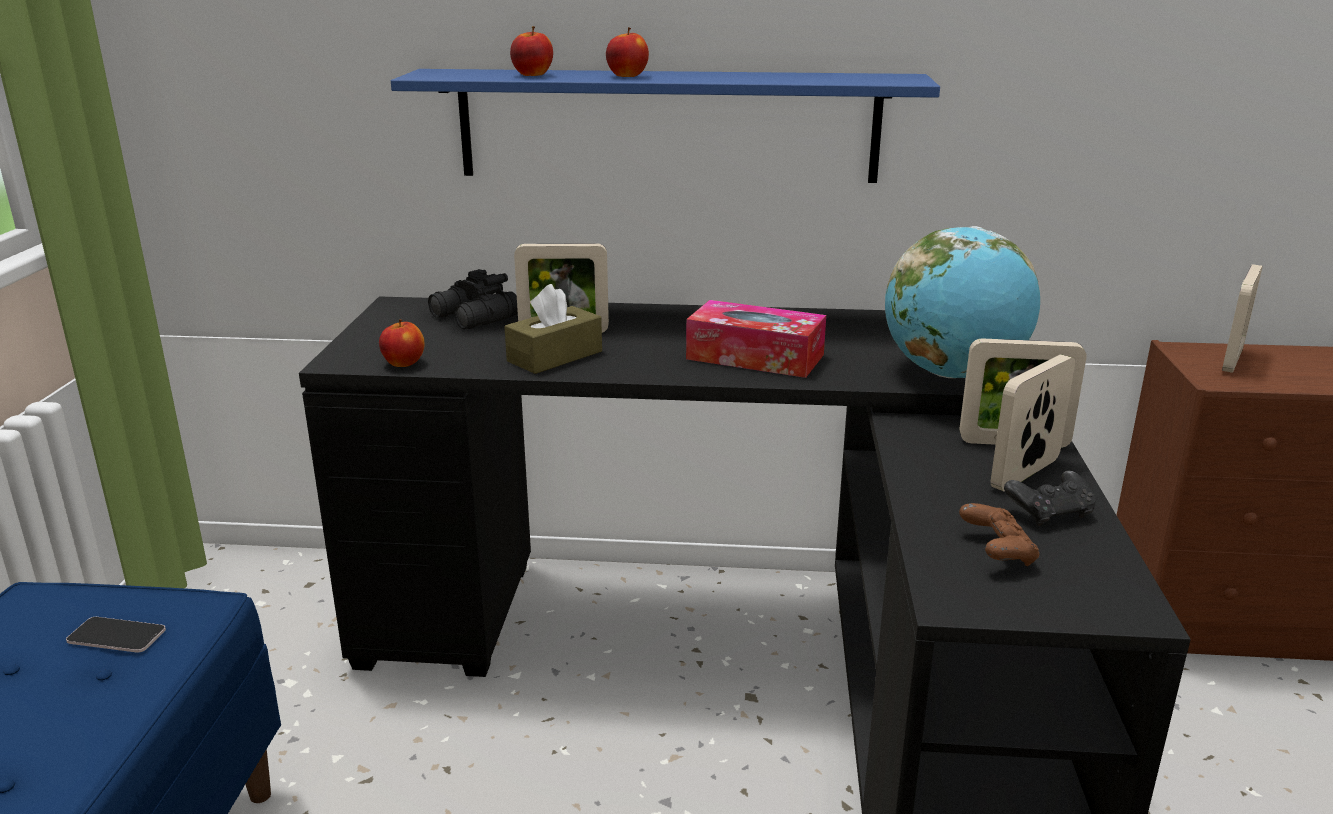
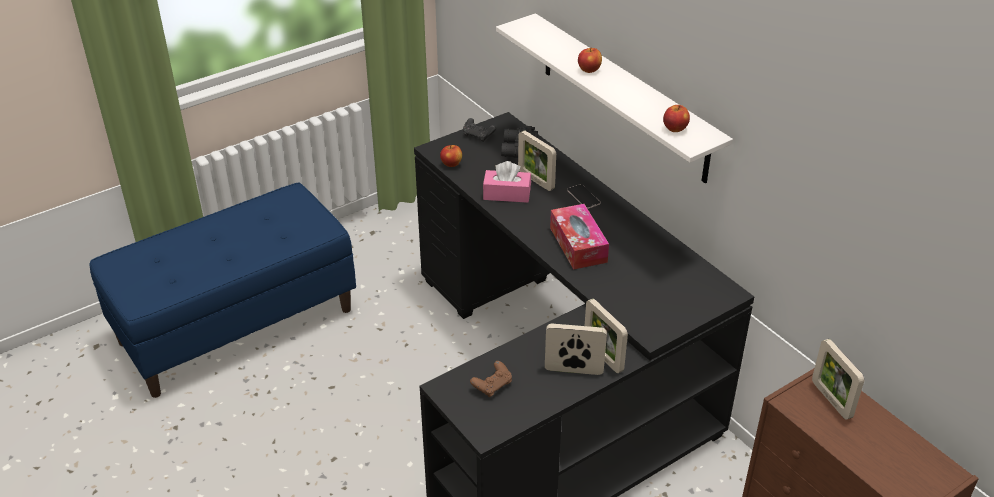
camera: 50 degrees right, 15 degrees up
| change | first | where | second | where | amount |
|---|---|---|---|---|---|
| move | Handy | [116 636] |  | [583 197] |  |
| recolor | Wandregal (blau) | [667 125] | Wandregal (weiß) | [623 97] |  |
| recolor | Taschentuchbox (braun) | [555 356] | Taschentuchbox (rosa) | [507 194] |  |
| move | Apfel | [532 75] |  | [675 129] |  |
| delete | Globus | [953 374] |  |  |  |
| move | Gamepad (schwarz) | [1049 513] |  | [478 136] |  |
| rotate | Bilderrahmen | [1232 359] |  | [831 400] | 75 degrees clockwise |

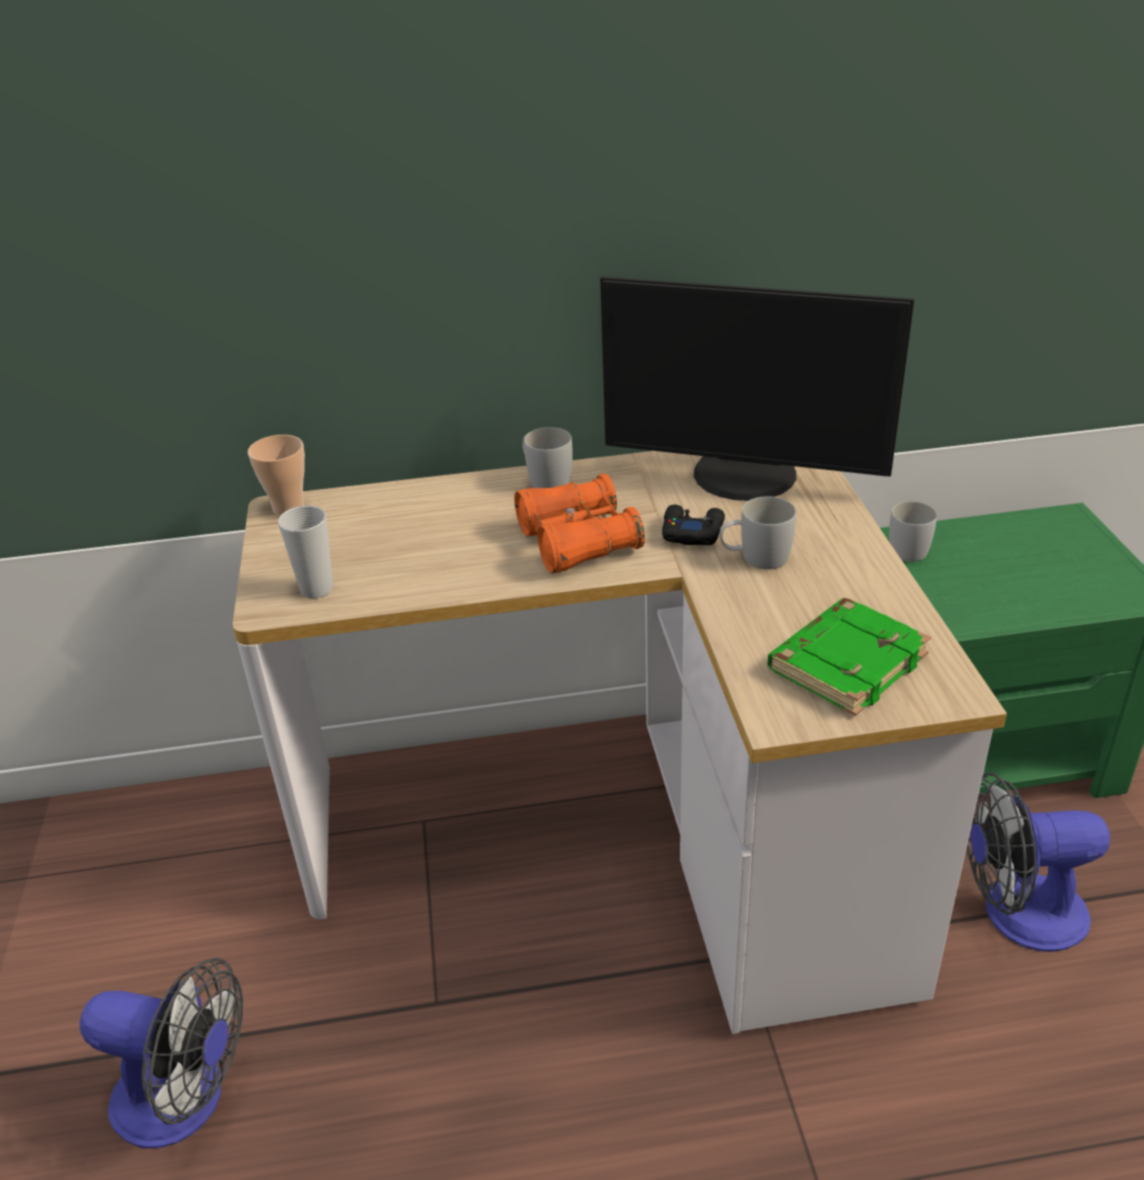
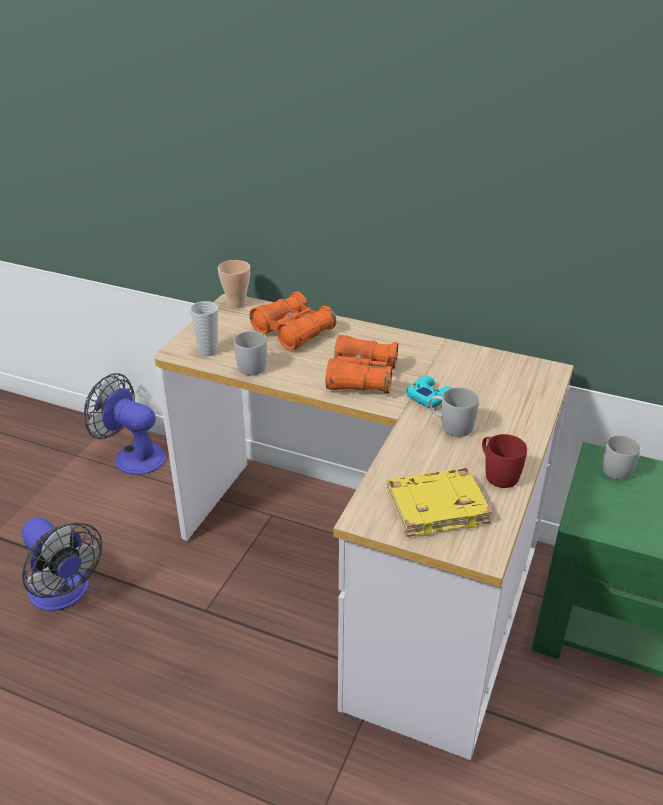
camera: 30 degrees right, 0 degrees up
| change | first | where | second | where | amount |
|---|---|---|---|---|---|
| move | Henkelbecher (weiß) | [544 479] |  | [252 365] |  |
| delete | Monitor | [744 477] |  |  |  |
| recolor | Gamepad (schwarz) | [692 532] | Gamepad (türkis) | [430 396] |  |
| recolor | Buch (grün) | [846 662] | Buch (gelb) | [437 506] |  |
| move | Ventilator | [1017 913] |  | [132 455] |  |
| insert |  |  | Fernglas (orange) | [293 332] |  |
| insert |  |  | Henkelbecher (rot) | [497 473] |  |

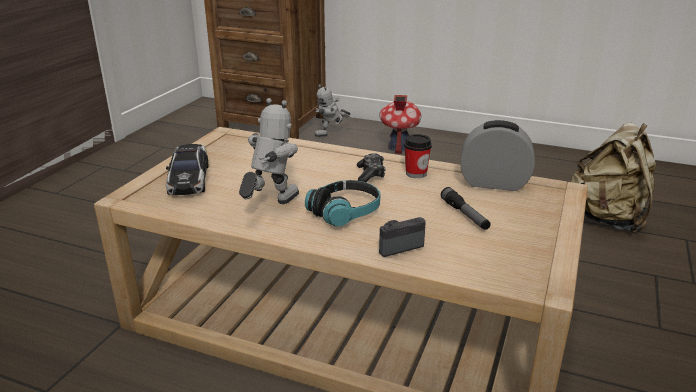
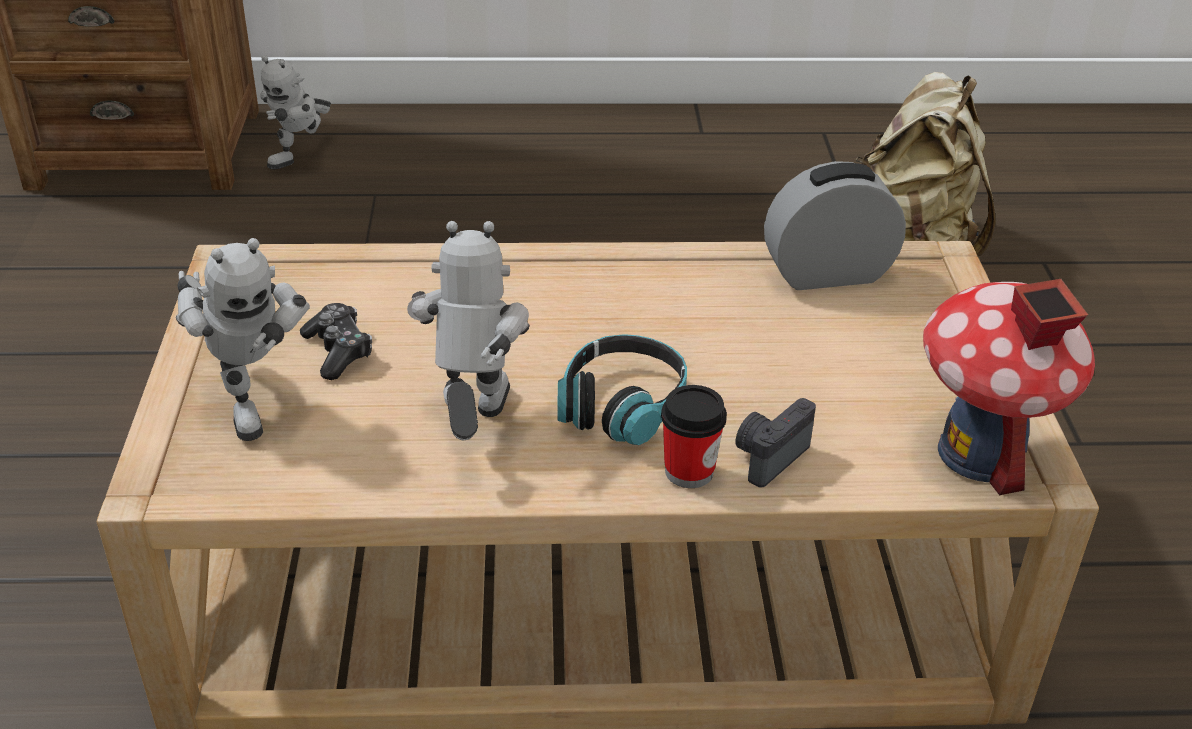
camera: 25 degrees left, 10 degrees up
| change | first | where | second | where | amount |
|---|---|---|---|---|---|
| replace | Spielzeugauto | [189 179] | Spielzeugroboter | [251 402] |  |
| move | Gamepad | [370 174] |  | [338 351] |  |
| move | Spielzeughaus | [398 147] |  | [980 454] |  |
| move | Tasse | [416 173] |  | [689 471] |  |
| delete | Taschenlampe | [464 215] |  |  |  |

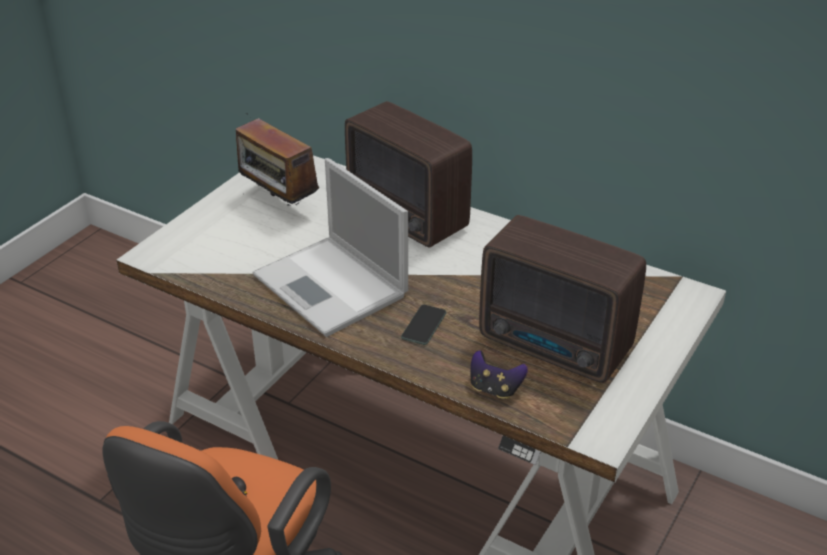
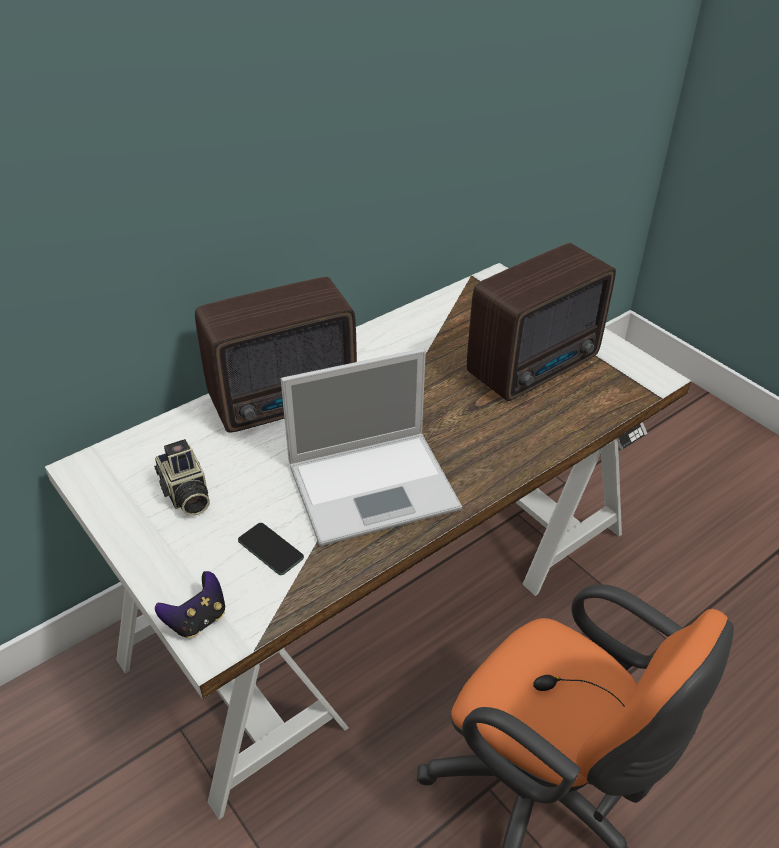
camera: 70 degrees left, 5 degrees up
| change | first | where | second | where | amount |
|---|---|---|---|---|---|
| replace | Radio | [278 204] | Kamera | [185 495] |  |
| move | Handy | [424 325] |  | [270 549] |  |
| move | Gamepad | [495 389] |  | [197 619] |  |

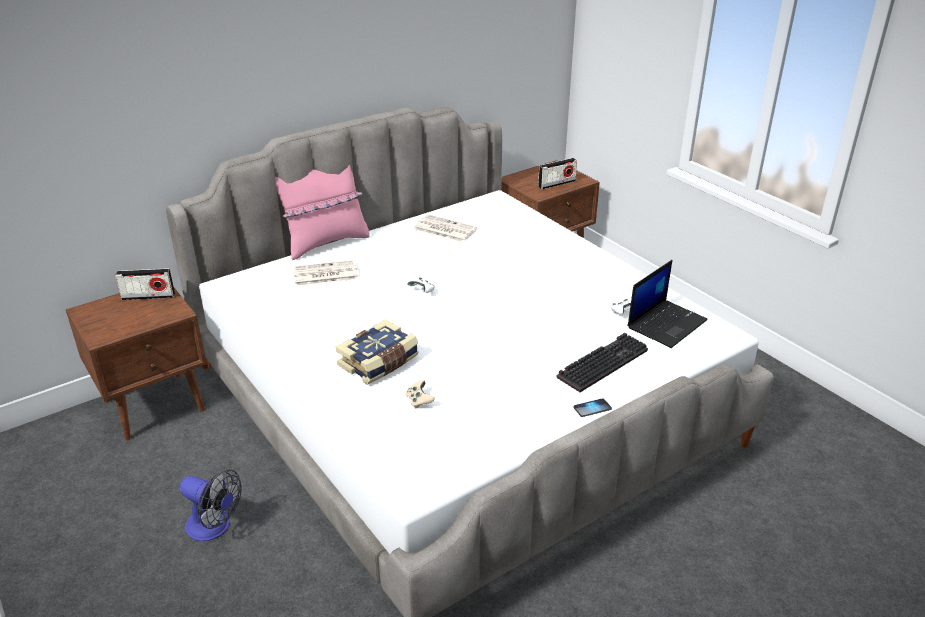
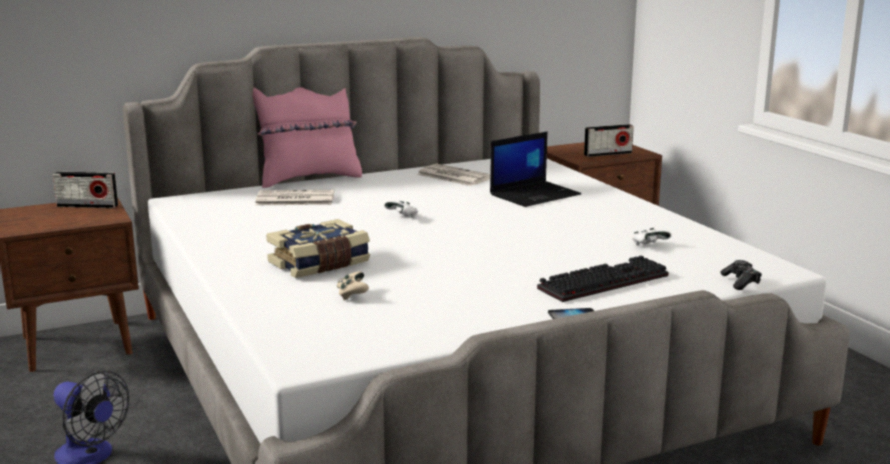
camera: 10 degrees right, 15 degrees down
| change | first | where | second | where | amount |
|---|---|---|---|---|---|
| move | Laptop | [666 323] |  | [535 194] |  |
| insert |  |  | Gamepad | [741 282] |  |

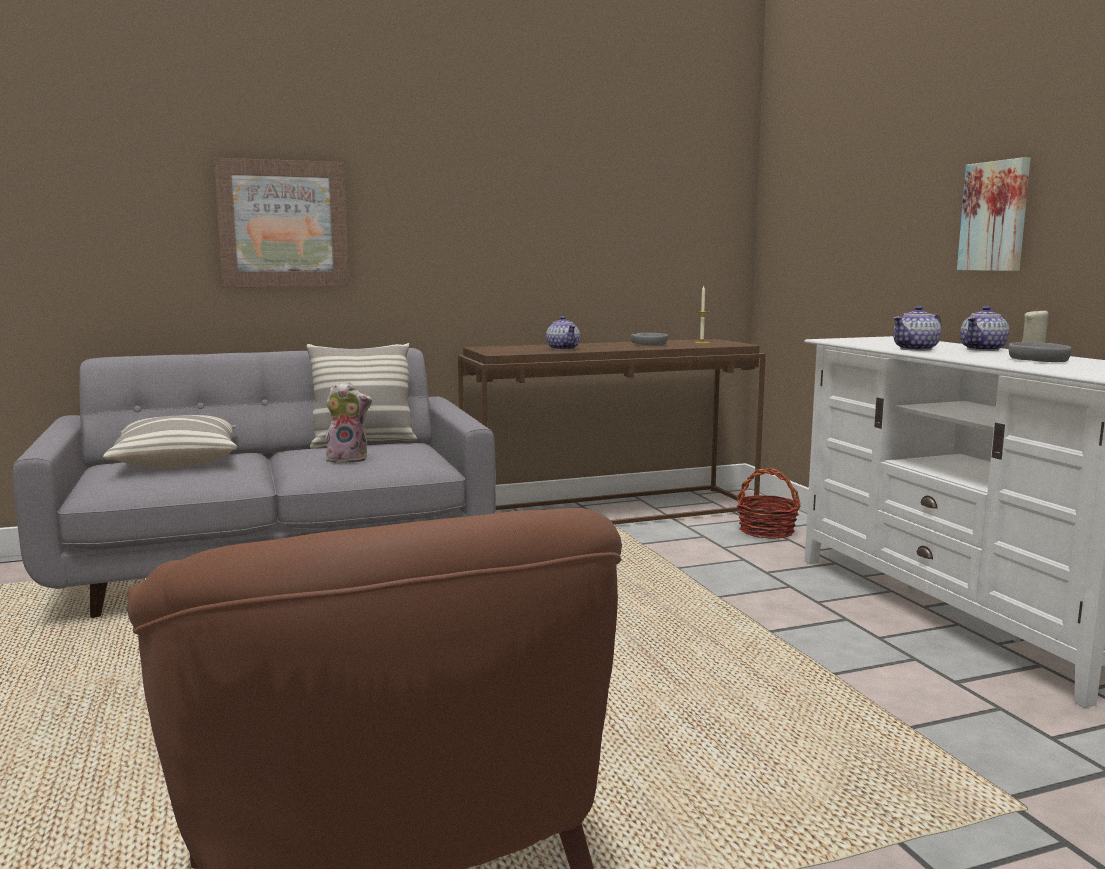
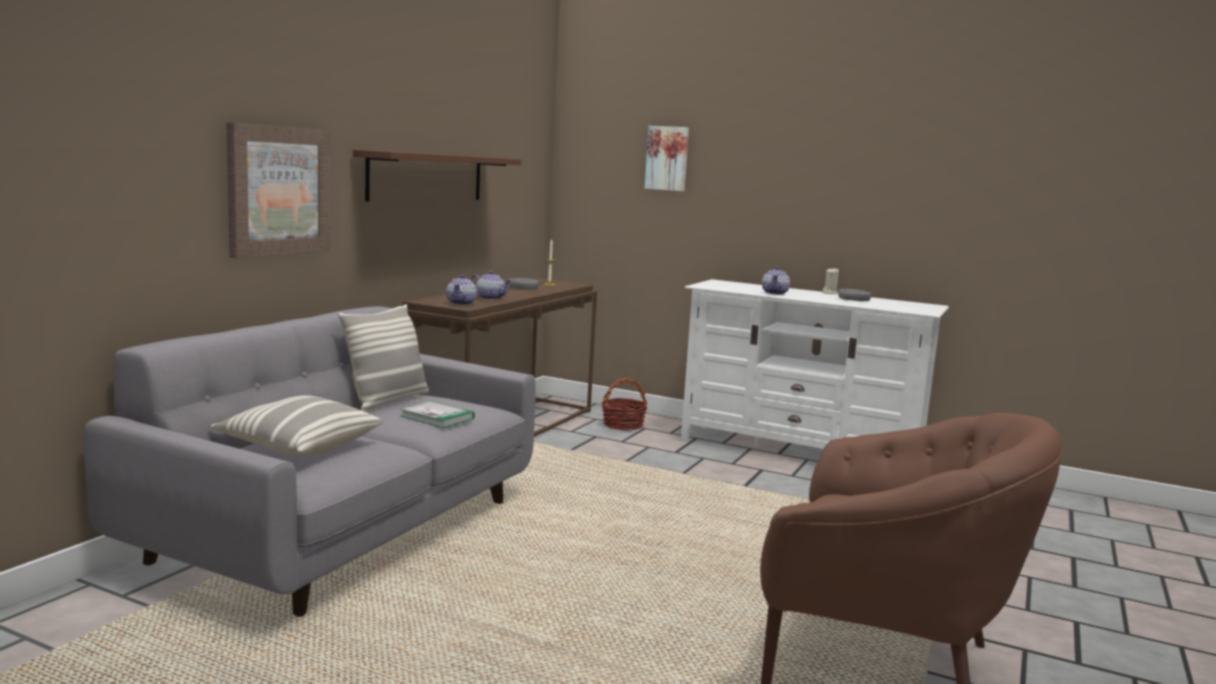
camera: 45 degrees left, 0 degrees up
| change | first | where | second | where | amount |
|---|---|---|---|---|---|
| replace | Plüschtier | [348 459] | Buch | [437 417] |  |
| move | Bild | [996 216] |  | [667 158] |  |
| move | Teekanne | [983 349] |  | [461 303] |  |
| insert |  |  | Wandregal (braun) | [427 177] |  |

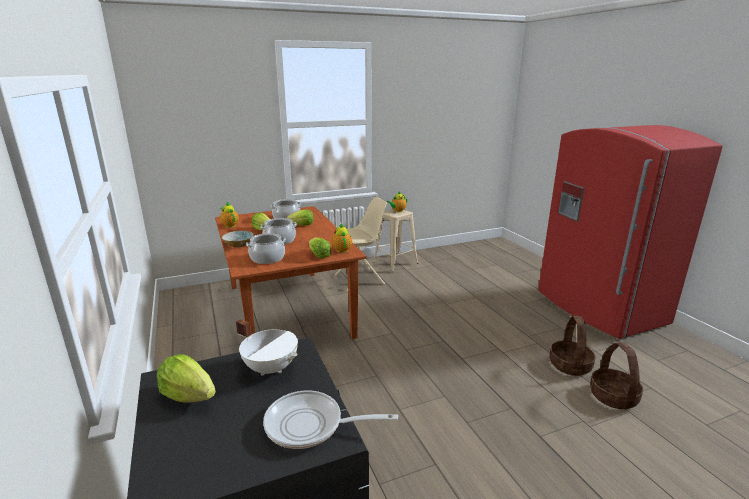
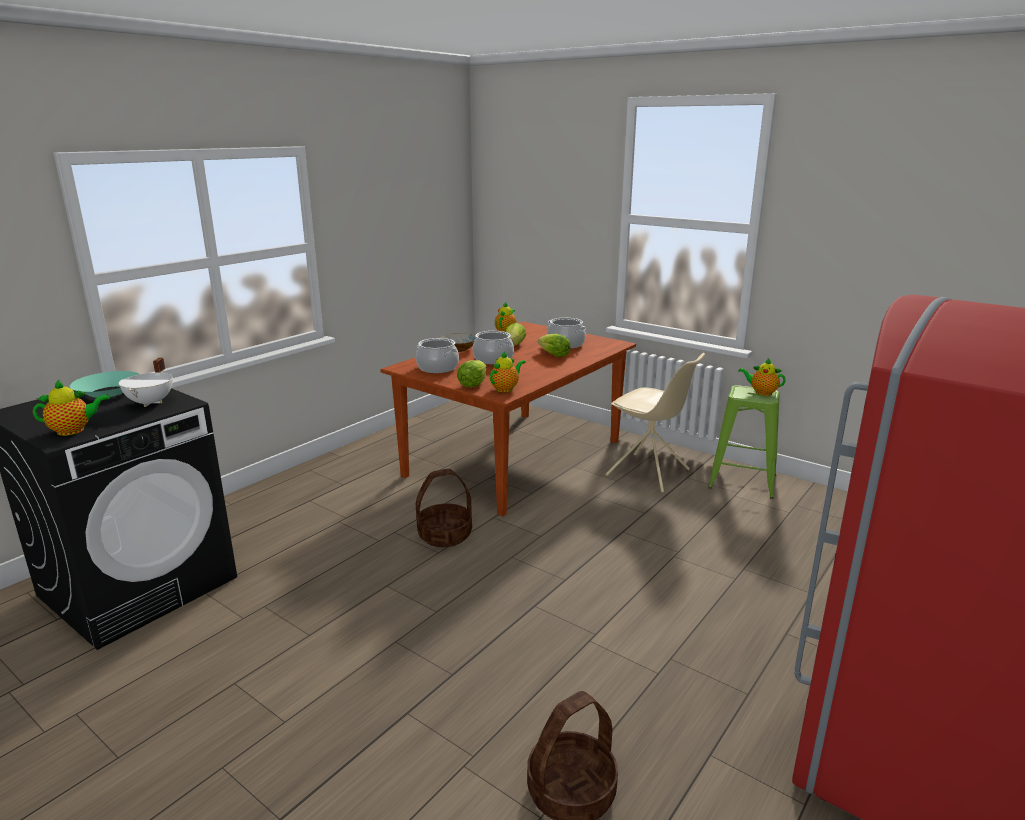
camera: 60 degrees right, 0 degrees up
| change | first | where | second | where | amount |
|---|---|---|---|---|---|
| replace | Salatkopf | [189 395] | Schüssel (türkis) | [108 392] |  |
| replace | Pfanne | [311 425] | Teekanne | [74 430] |  |
| recolor | Hocker (beige) | [395 263] | Hocker (grün) | [741 481] |  |
| move | Korb | [570 365] |  | [444 535] |  |

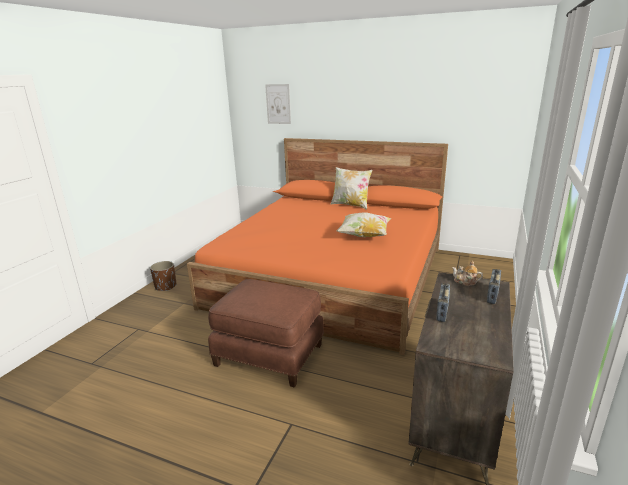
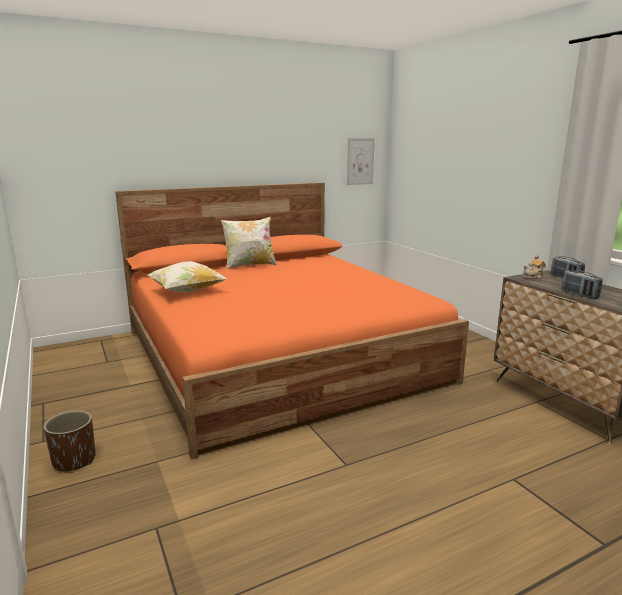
camera: 50 degrees left, 5 degrees down
| change | first | where | second | where | amount |
|---|---|---|---|---|---|
| delete | Polsterhocker (braun) | [270 354] |  |  |  |
| move | Bild | [278 104] |  | [360 161] |  |
| move | Kissen | [364 236] |  | [187 292] |  |

